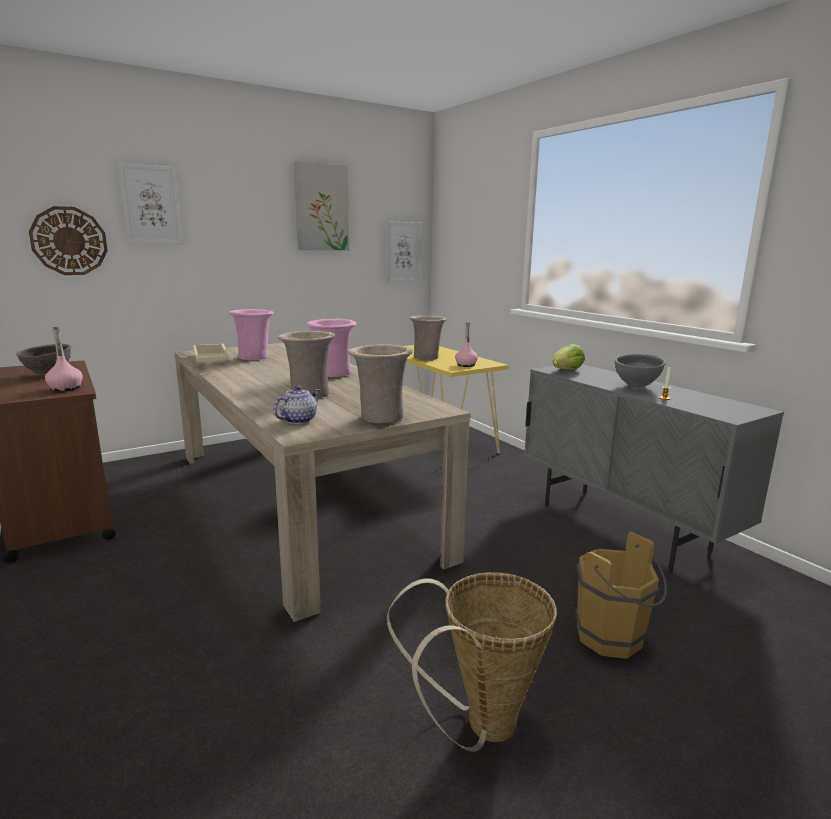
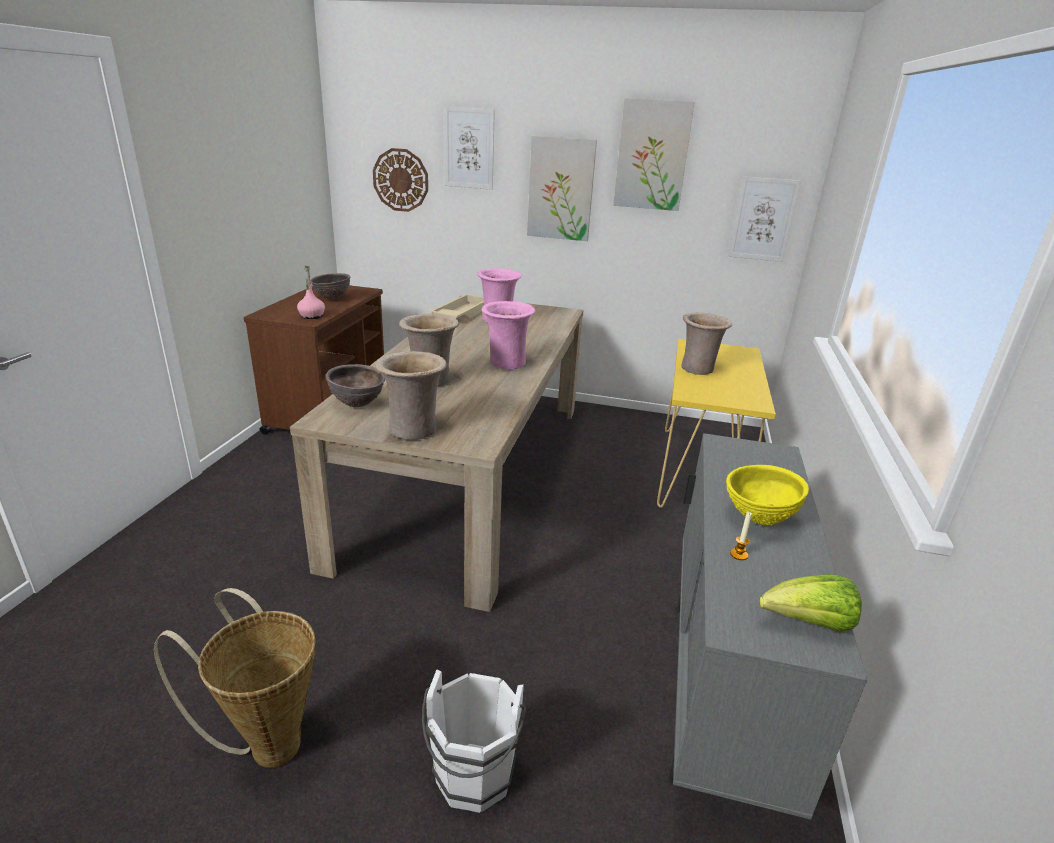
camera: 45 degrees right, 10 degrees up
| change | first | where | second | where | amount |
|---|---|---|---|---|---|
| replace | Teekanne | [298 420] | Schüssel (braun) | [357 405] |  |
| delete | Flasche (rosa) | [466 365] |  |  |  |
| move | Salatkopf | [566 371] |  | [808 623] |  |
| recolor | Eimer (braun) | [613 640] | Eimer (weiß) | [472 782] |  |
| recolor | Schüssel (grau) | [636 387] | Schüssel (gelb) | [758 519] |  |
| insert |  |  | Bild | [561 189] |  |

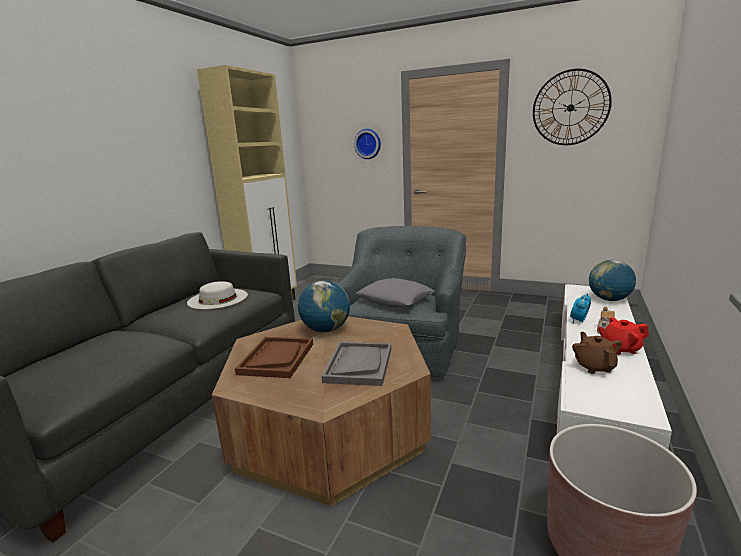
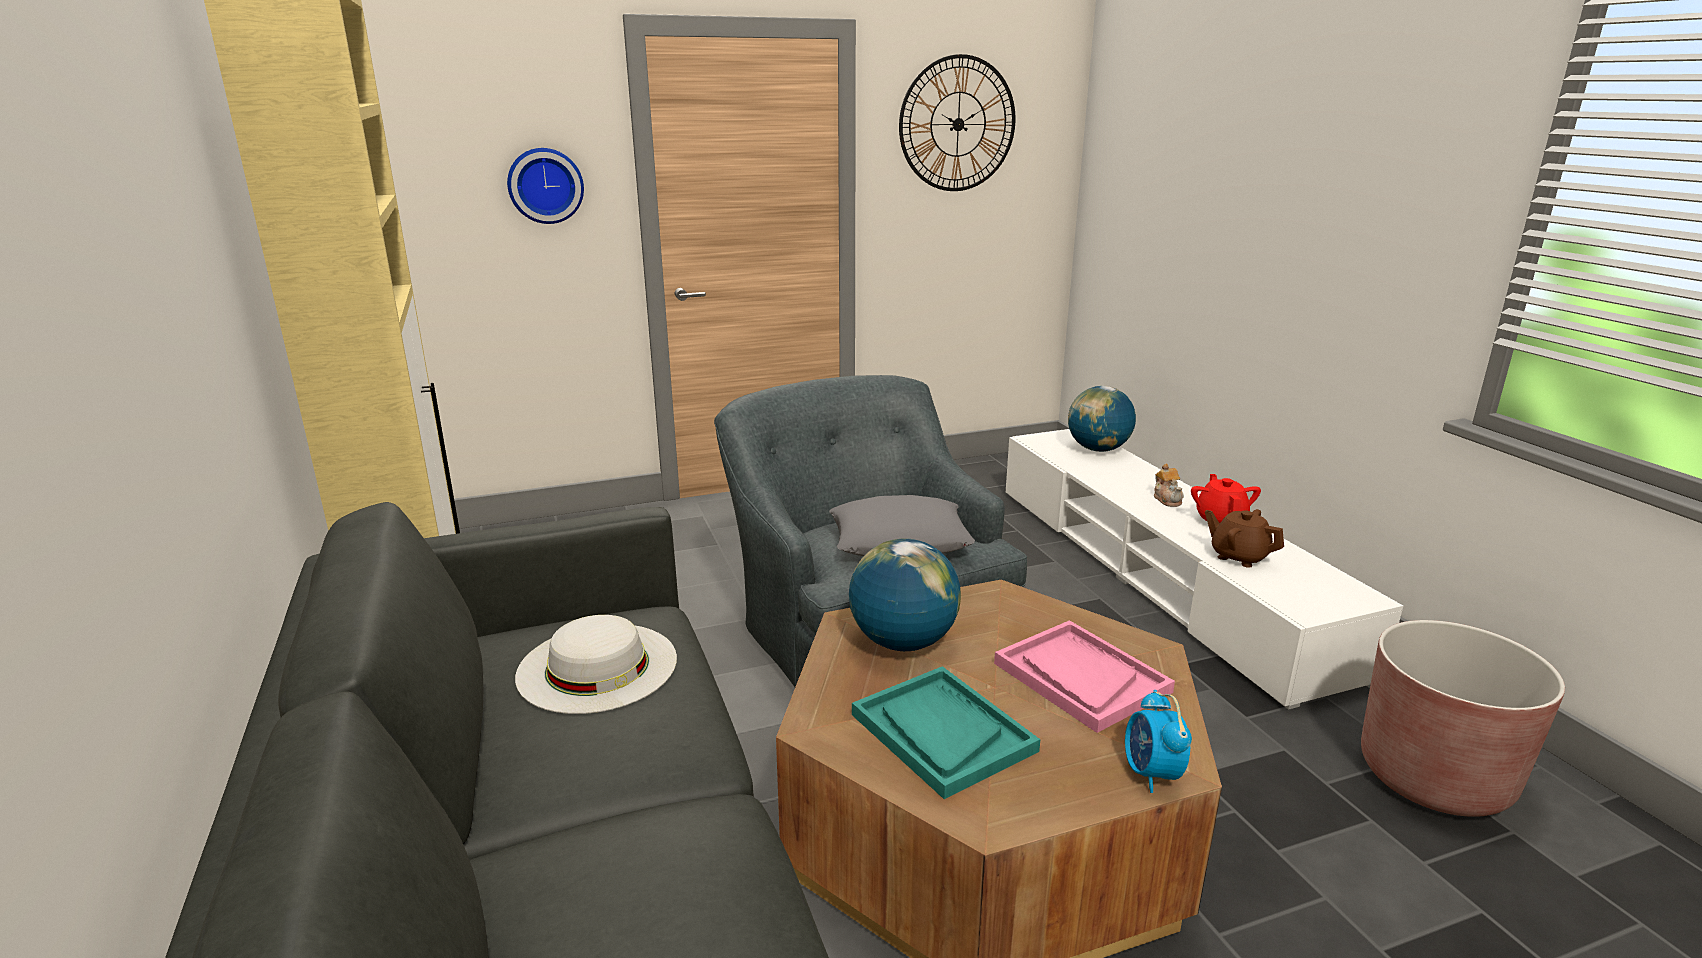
camera: 45 degrees left, 5 degrees up
| change | first | where | second | where | amount |
|---|---|---|---|---|---|
| recolor | Tablett (braun) | [276 358] | Tablett (türkis) | [942 733] |  |
| recolor | Tablett (grau) | [359 365] | Tablett (rosa) | [1080 677] |  |
| move | Wecker | [579 321] |  | [1151 774] |  |
| rotate | Teekanne (rot) | [620 349] |  | [1220 521] | 135 degrees clockwise |

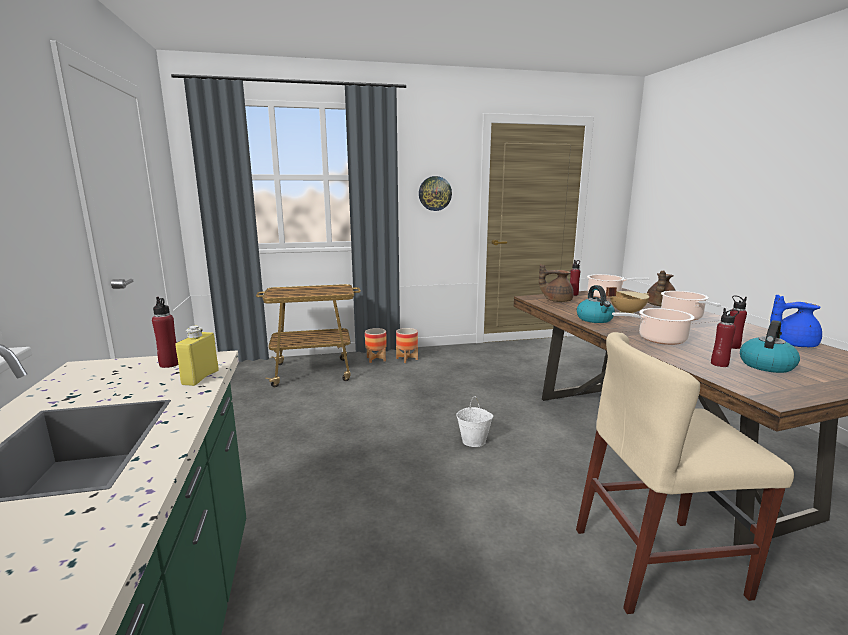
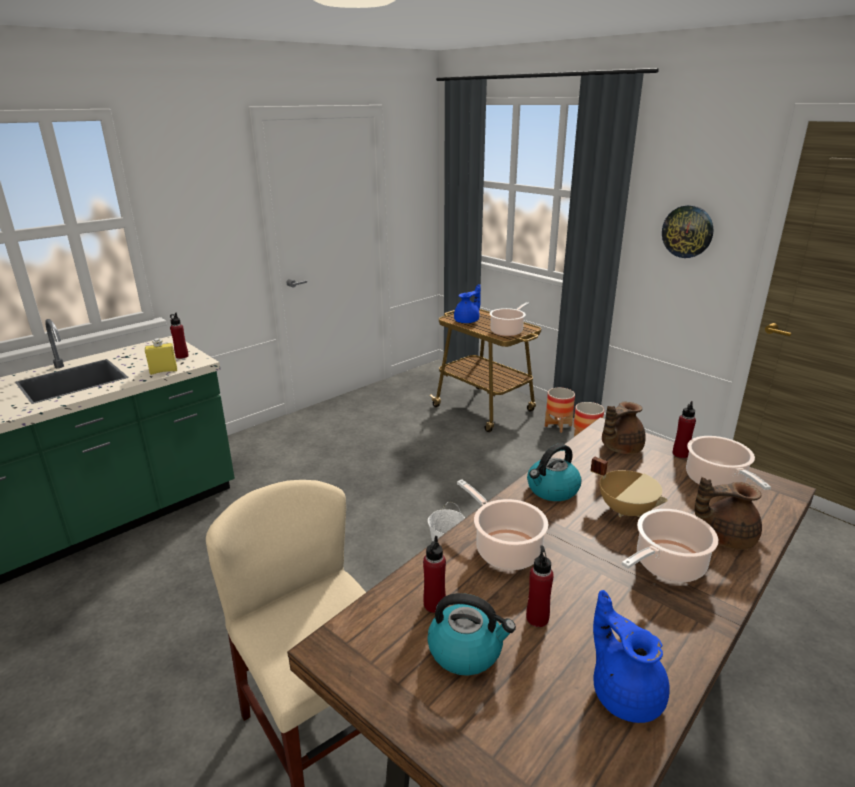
camera: 60 degrees right, 10 degrees up
| change | first | where | second | where | amount |
|---|---|---|---|---|---|
| rotate | Teekanne (braun) | [556 300] |  | [619 448] | 105 degrees counterclockwise |
| insert |  |  | Teekanne (blau) | [467 321] |  |
| insert |  |  | Kochtopf | [508 331] |  |

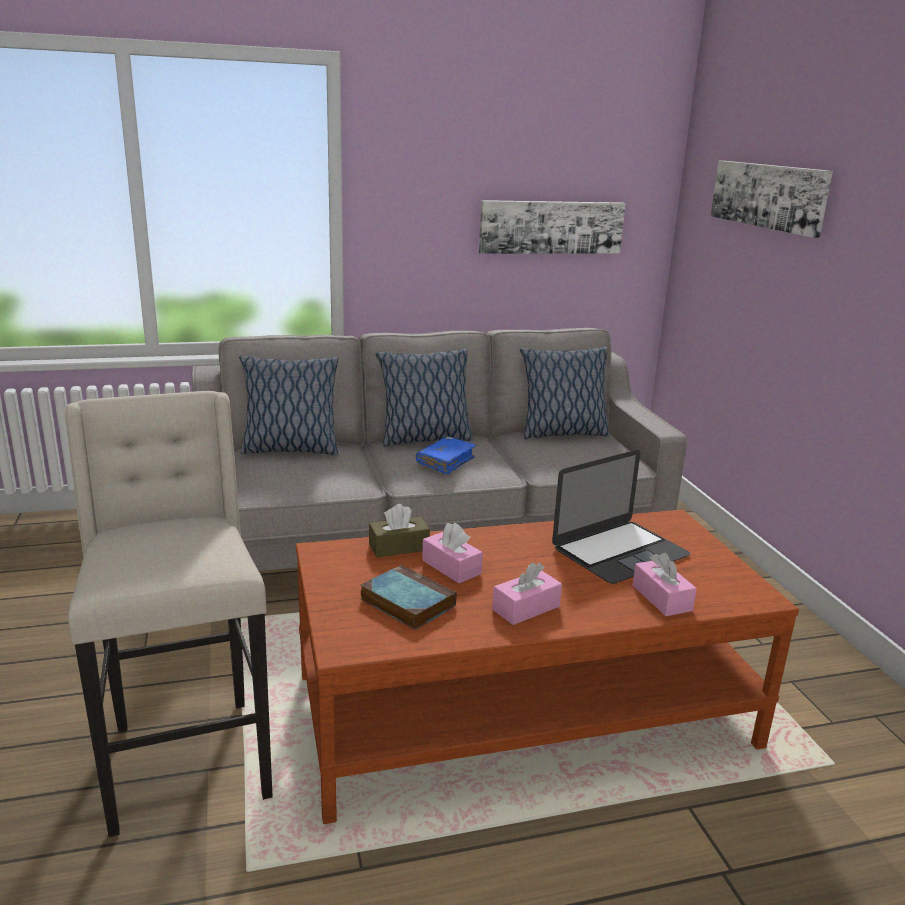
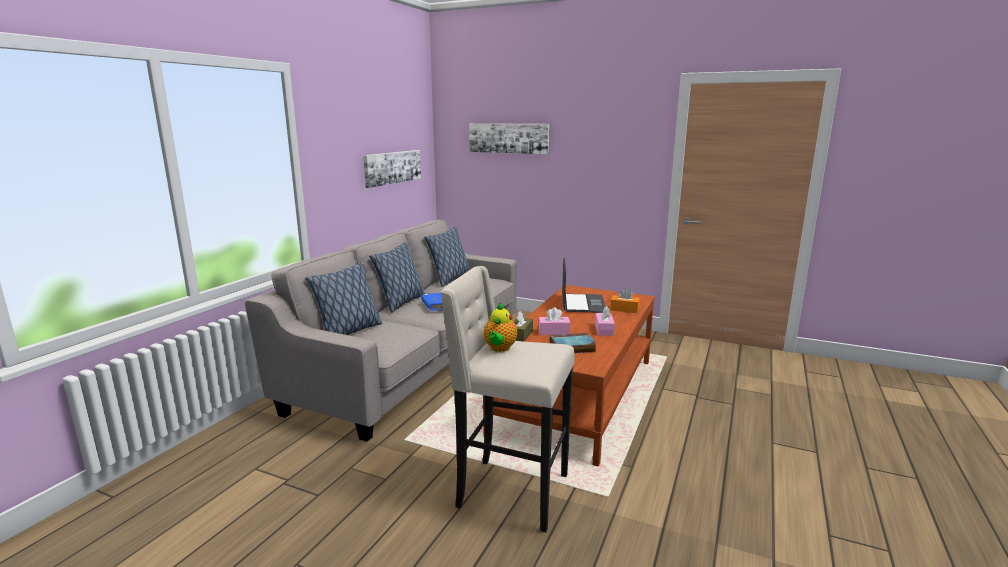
camera: 50 degrees left, 5 degrees down
| change | first | where | second | where | amount |
|---|---|---|---|---|---|
| recolor | Taschentuchbox (rosa) | [661 598] | Taschentuchbox (orange) | [624 309] |  |
| insert |  |  | Teekanne | [499 348] |  |

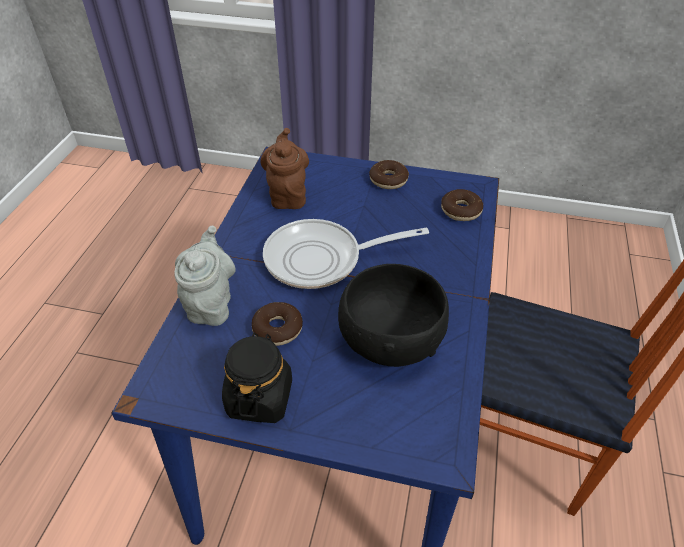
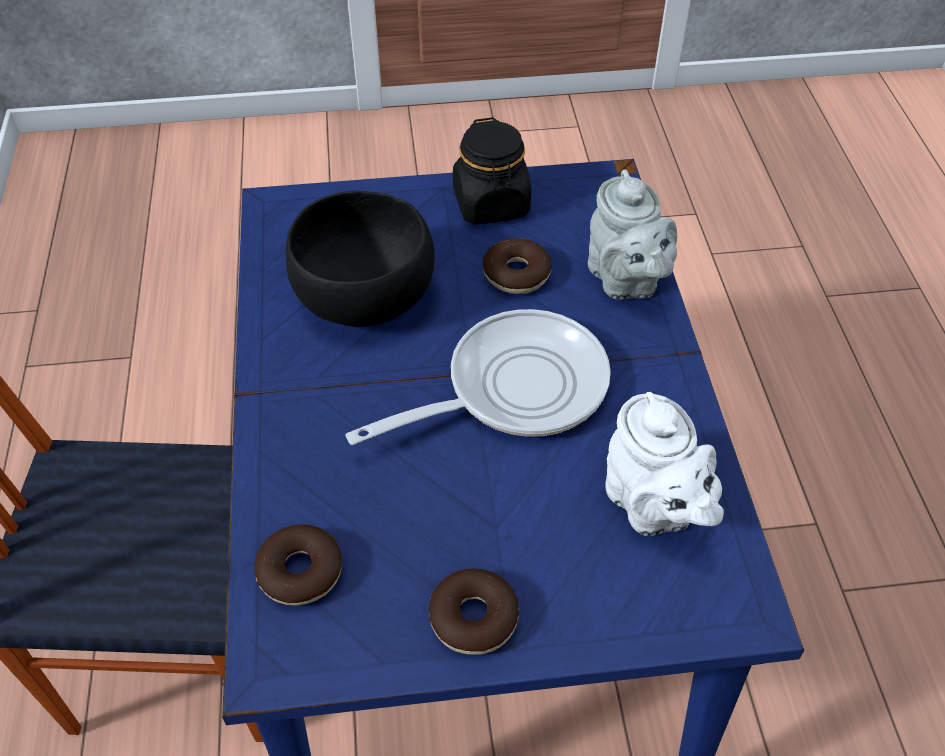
camera: 160 degrees right, 5 degrees up
| change | first | where | second | where | amount |
|---|---|---|---|---|---|
| recolor | Teekanne (braun) | [287 195] | Teekanne (weiß) | [653 508] |  |

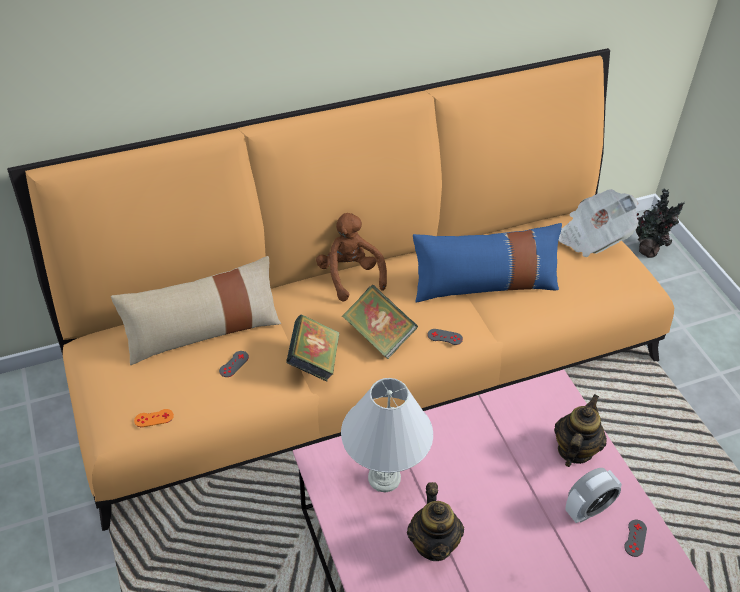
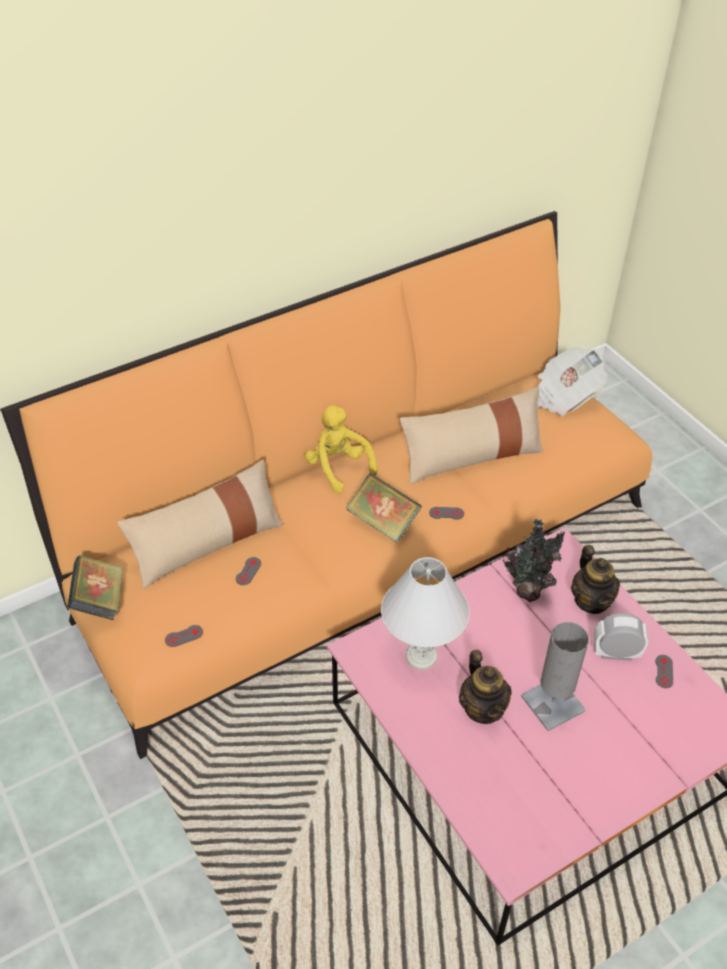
camera: 10 degrees left, 0 degrees up
| change | first | where | second | where | amount |
|---|---|---|---|---|---|
| recolor | Gamepad (orange) | [154 418] | Gamepad (grau) | [184 636] |  |
| move | Buch | [314 361] |  | [99 601] |  |
| recolor | Plüschtier (braun) | [350 275] | Plüschtier (gelb) | [338 467] |  |
| recolor | Kissen (blau) | [484 284] | Kissen (beige) | [471 456] |  |
| rotate | Teekanne | [574 450] |  | [591 601] | 150 degrees clockwise |
| rotate | Wecker | [587 509] |  | [615 653] | 135 degrees counterclockwise |
| move | Topfpflanze | [648 250] |  | [529 589] |  |
| insert |  |  | Tischlampe (grau) | [553 703] |  |

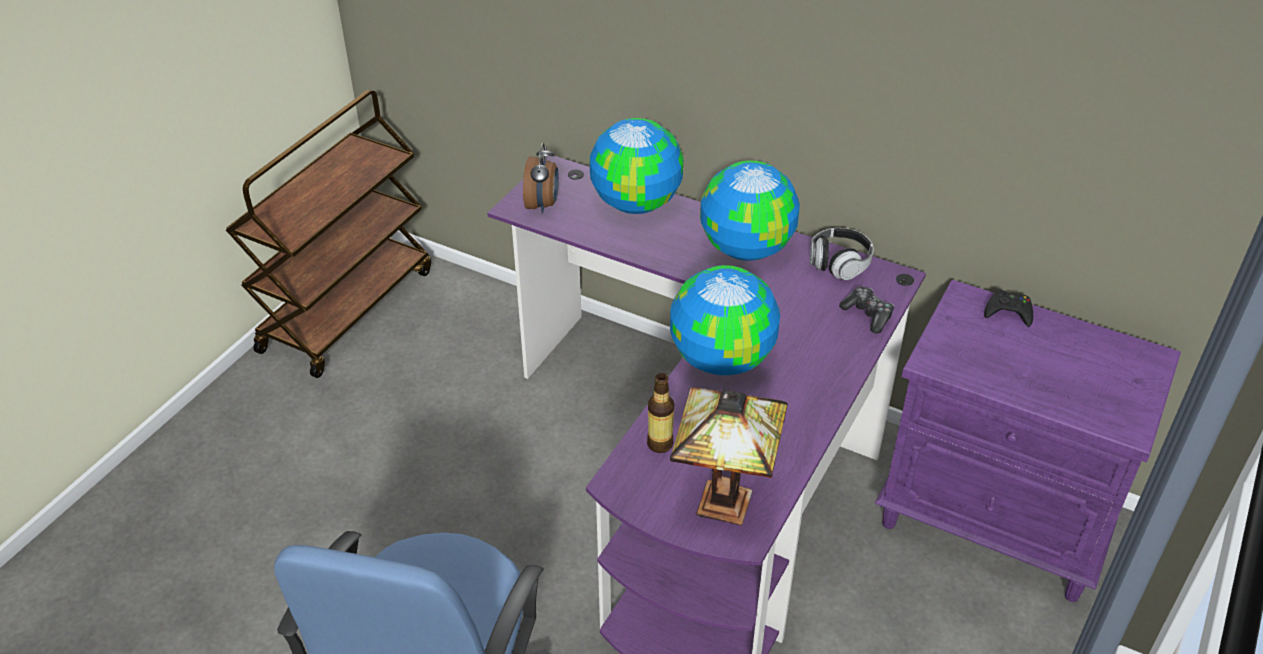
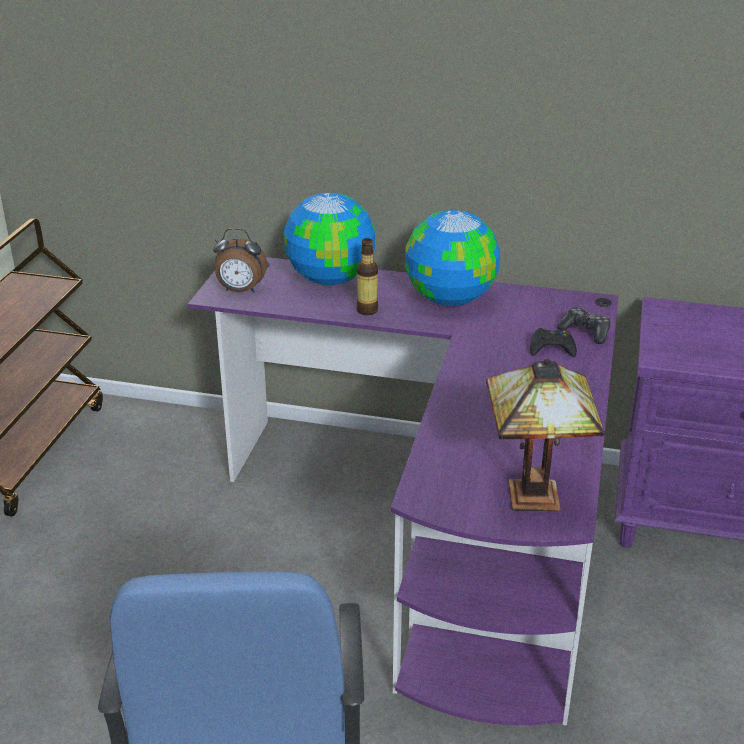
camera: 15 degrees left, 10 degrees down
| change | first | where | second | where | amount |
|---|---|---|---|---|---|
| rotate | Wecker | [543 205] |  | [240 291] | 105 degrees clockwise |
| move | Flasche | [660 444] |  | [367 310] |  |
| delete | Globus | [720 359] |  |  |  |
| delete | Kopfhörer | [839 263] |  |  |  |
| move | Gamepad (schwarz) | [1008 312] |  | [551 348] |  |

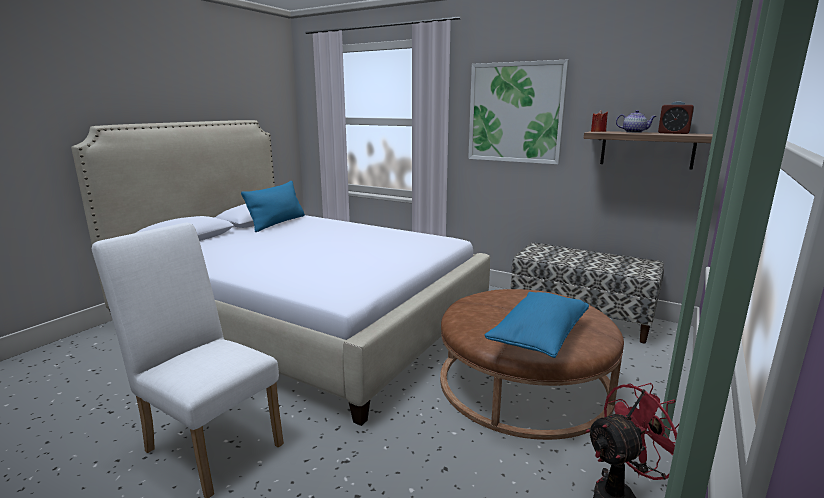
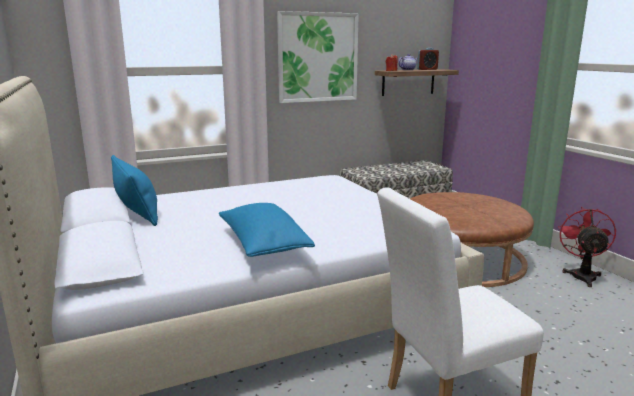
camera: 55 degrees left, 0 degrees up
| change | first | where | second | where | amount |
|---|---|---|---|---|---|
| move | Kissen (blau) | [538 337] |  | [263 244] |  |

